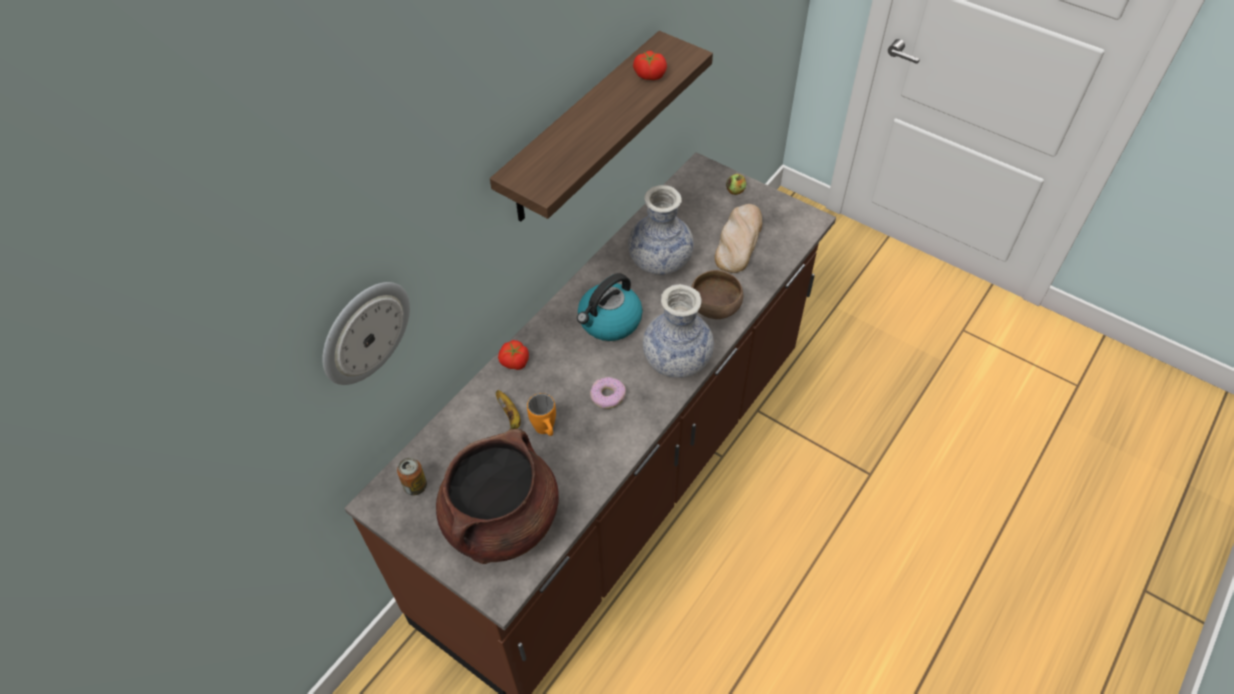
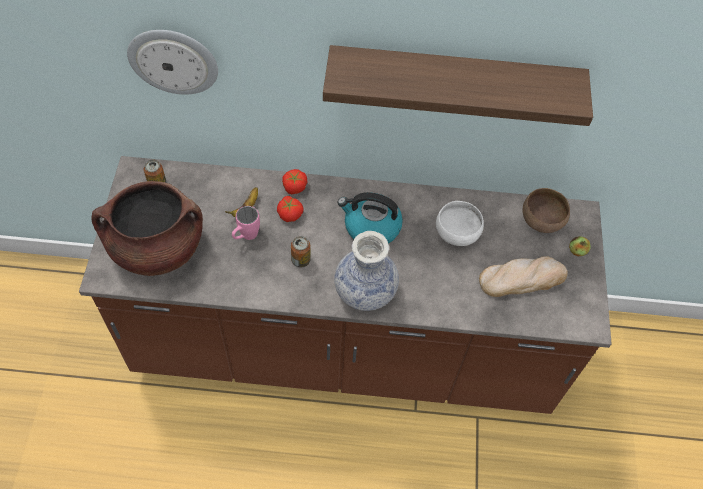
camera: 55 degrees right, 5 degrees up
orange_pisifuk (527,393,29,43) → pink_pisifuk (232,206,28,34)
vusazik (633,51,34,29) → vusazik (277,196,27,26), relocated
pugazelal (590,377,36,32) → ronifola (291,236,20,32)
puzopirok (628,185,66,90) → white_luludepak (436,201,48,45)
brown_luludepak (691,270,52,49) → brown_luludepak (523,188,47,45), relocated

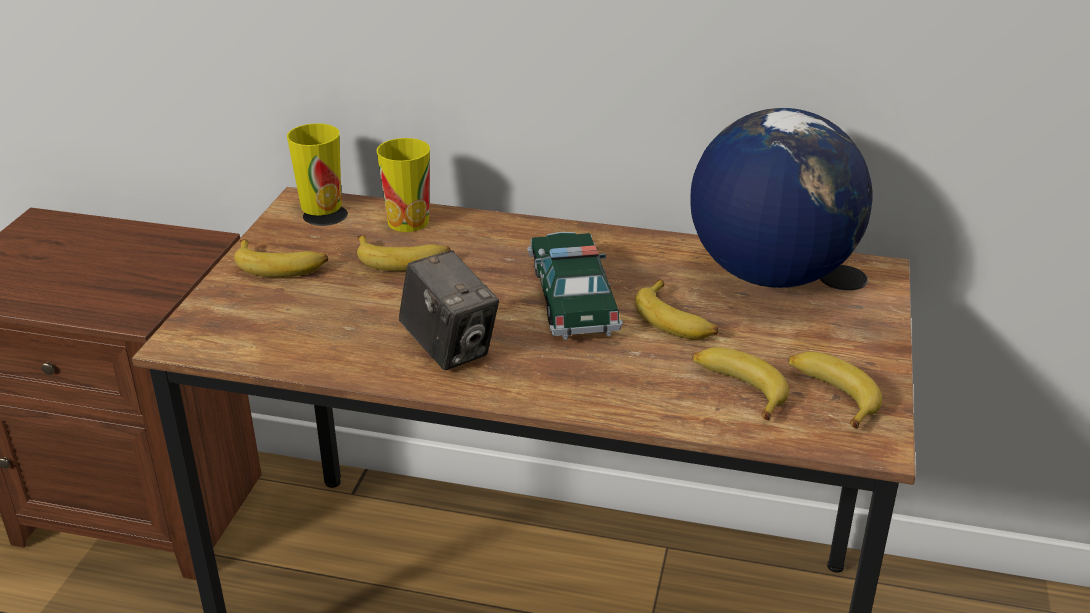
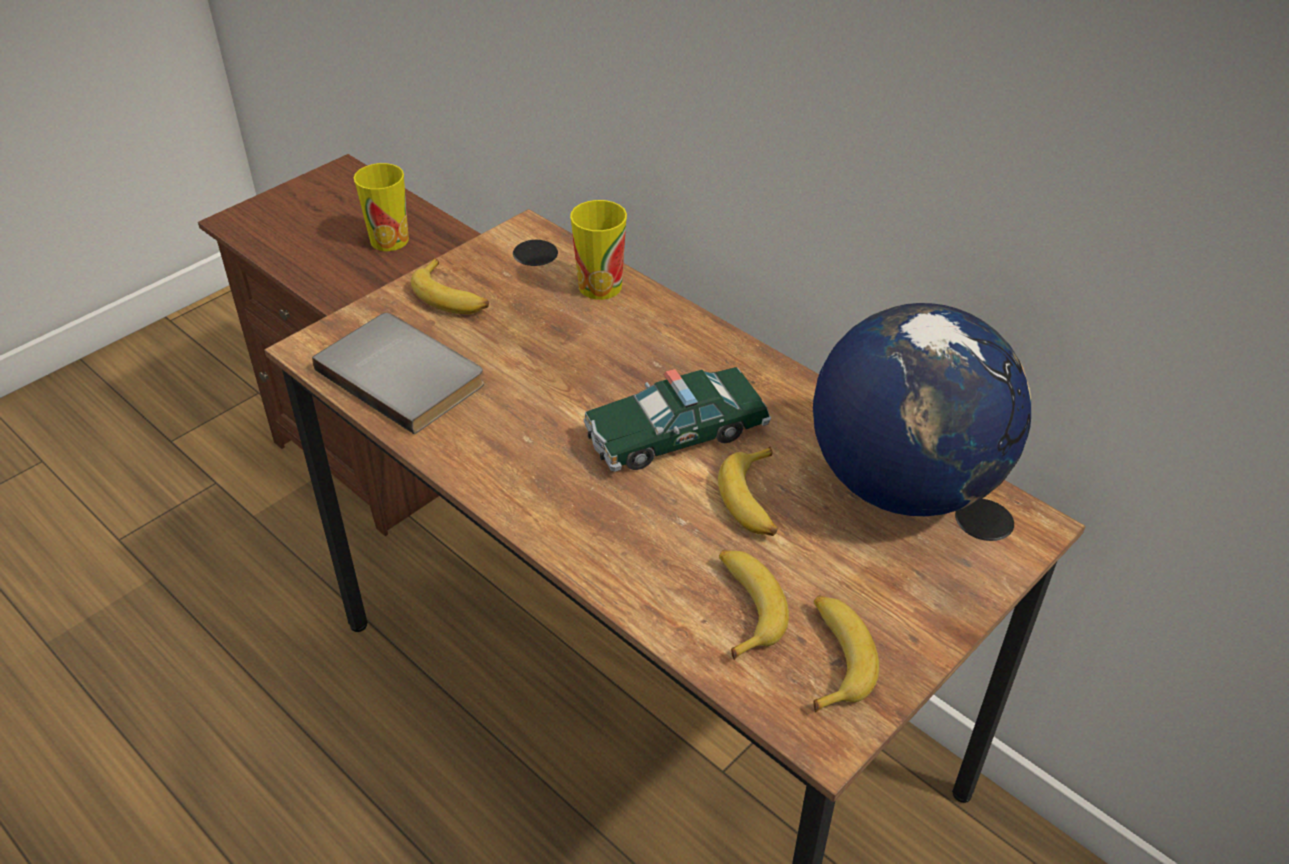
camera: 30 degrees right, 10 degrees up
- → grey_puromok (312,313,172,121)
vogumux (287,123,55,93) → vogumux (354,163,55,88), relocated
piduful (527,232,96,108) → piduful (584,367,187,105), 135 degrees counterclockwise
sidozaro (357,235,94,36) → -
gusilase (399,250,100,120) → -

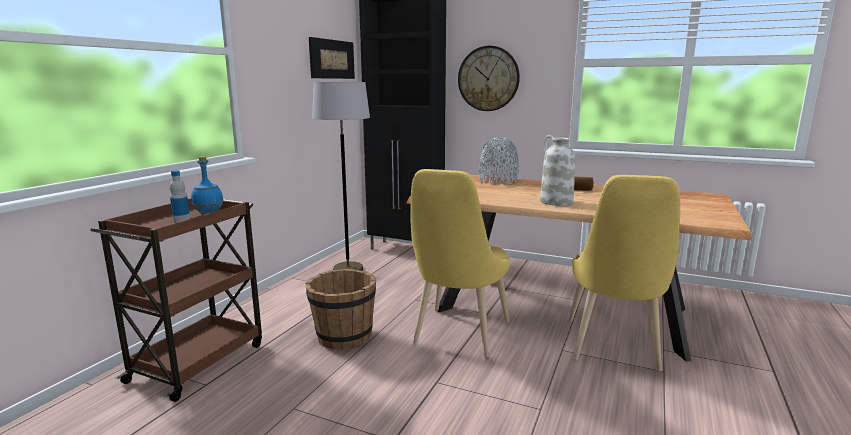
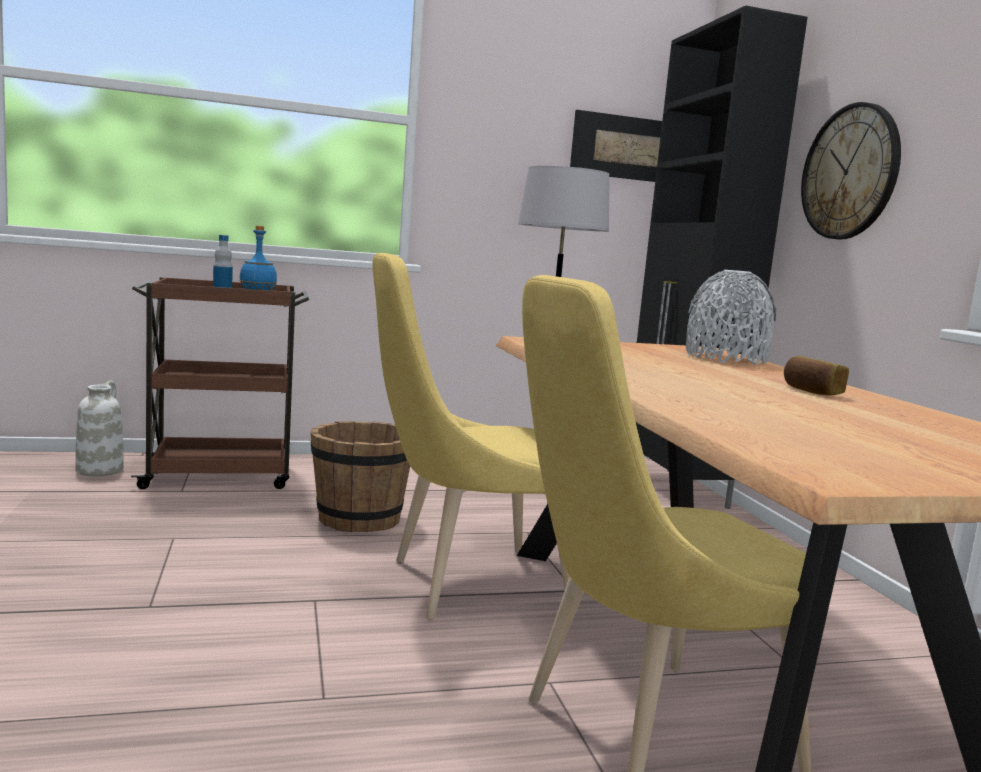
camera: 50 degrees right, 5 degrees down
white_puzopirok (540,135,35,71) → white_puzopirok (75,380,49,97), relocated

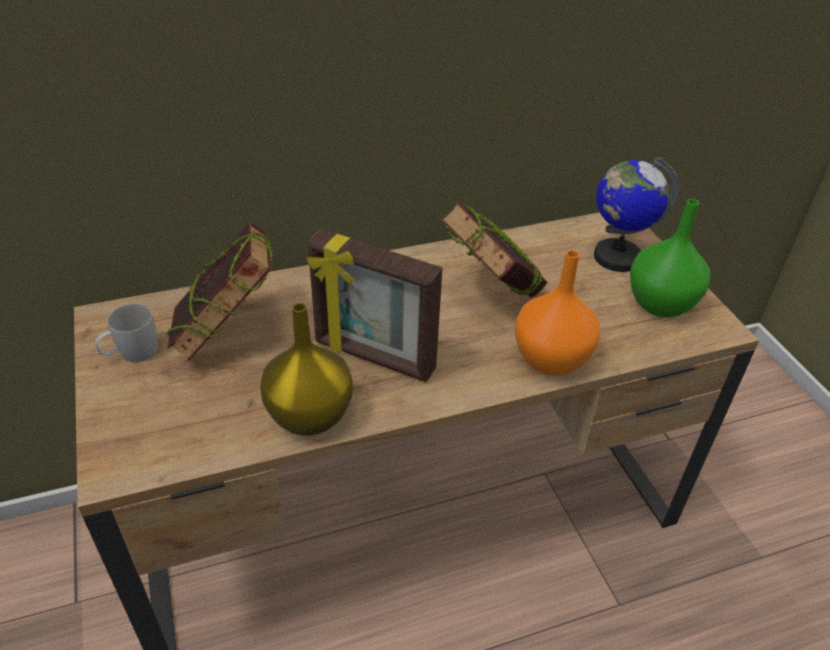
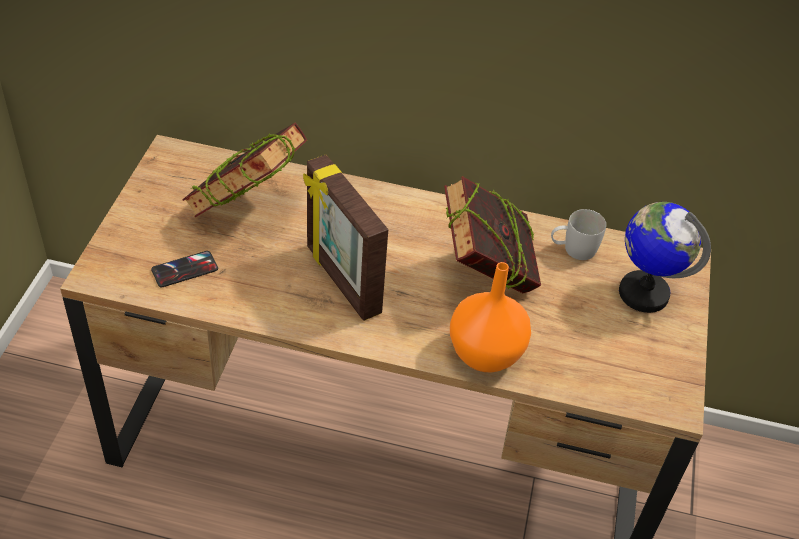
camera: 30 degrees right, 5 degrees up
- → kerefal (151,251,67,36)
white_pisifuk (95,304,63,58) → white_pisifuk (551,209,55,51), relocated
yellow_puzopirok (260,303,93,133) → -
green_puzopirok (630,199,80,119) → -

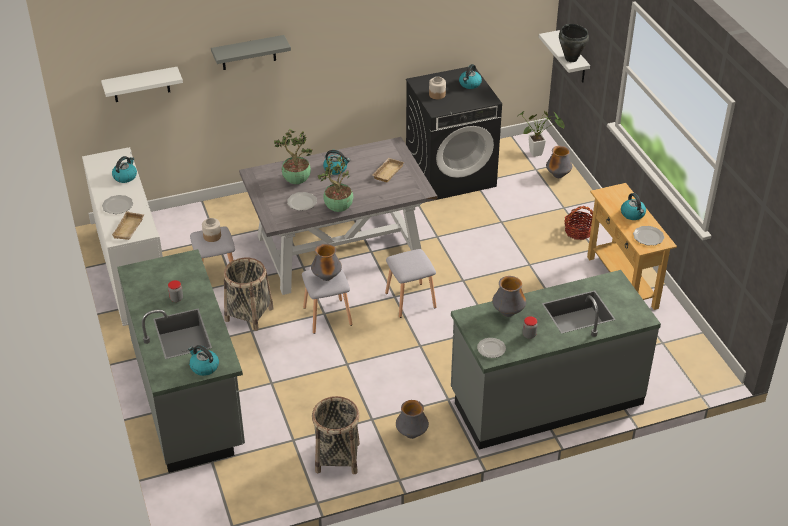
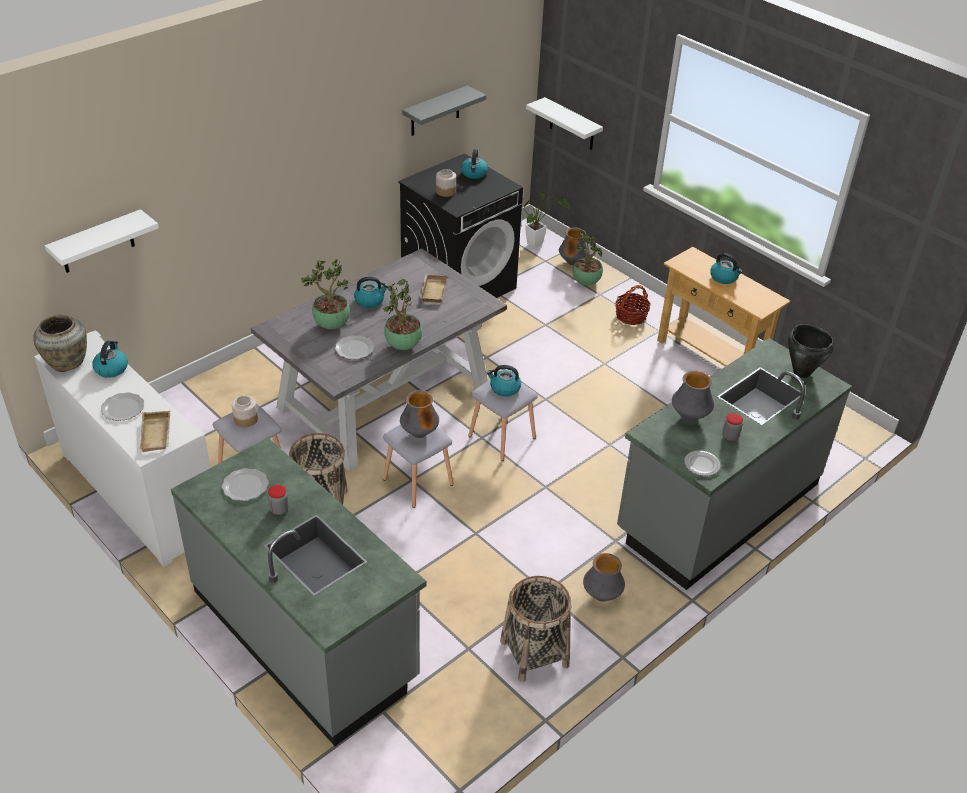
camera: 25 degrees left, 0 degrees up
- → beige_puzopirok (33,315,54,57)
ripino (633,226,31,20) → ripino (222,468,46,33), relocated
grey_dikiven (211,35,80,35) → grey_dikiven (402,85,84,51), relocated
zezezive (188,345,31,31) → zezezive (486,365,35,32), relocated
- → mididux (573,231,30,55)
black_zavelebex (559,24,30,38) → black_zavelebex (788,324,46,54), relocated

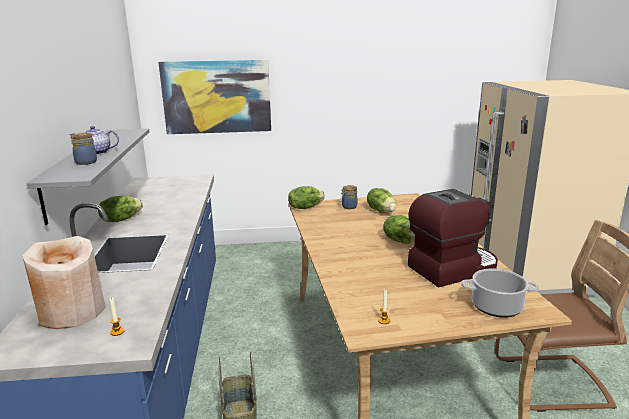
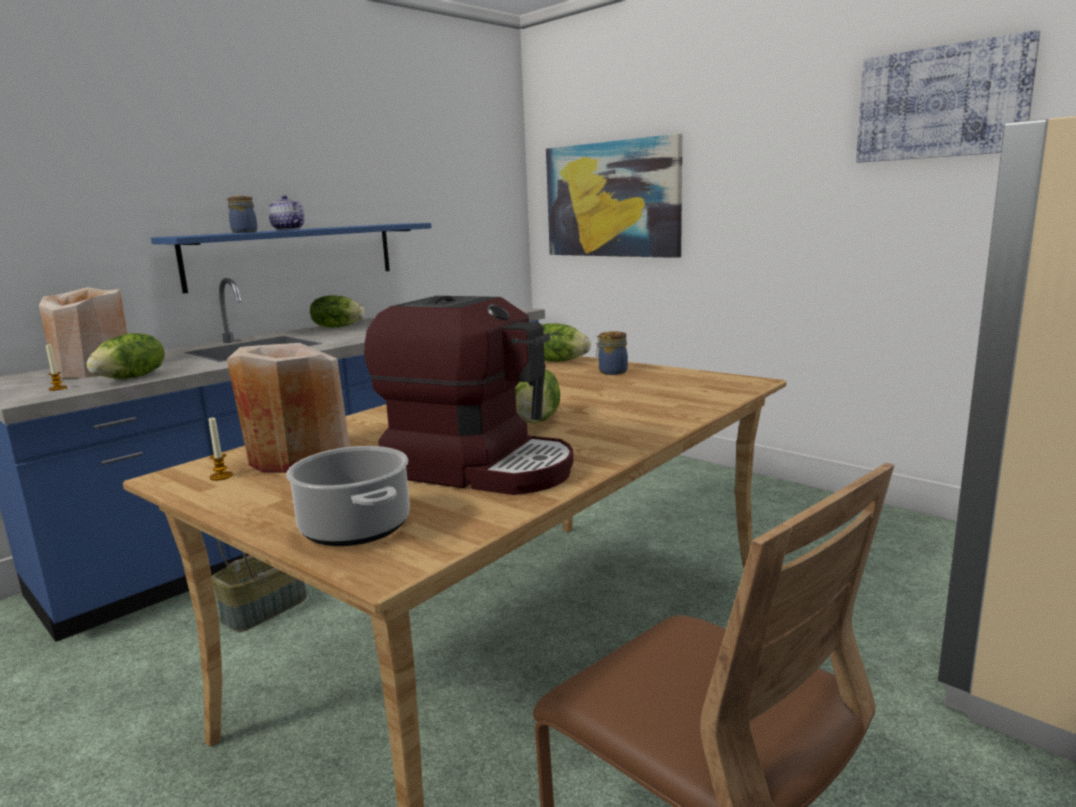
camera: 50 degrees right, 5 degrees down
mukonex (367,188,29,25) → mukonex (87,333,78,46), relocated
grey_dikiven (27,129,122,96) → blue_dikiven (151,223,280,71)
- → beige_puzopirok (227,343,123,130)
- → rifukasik (856,30,184,133)

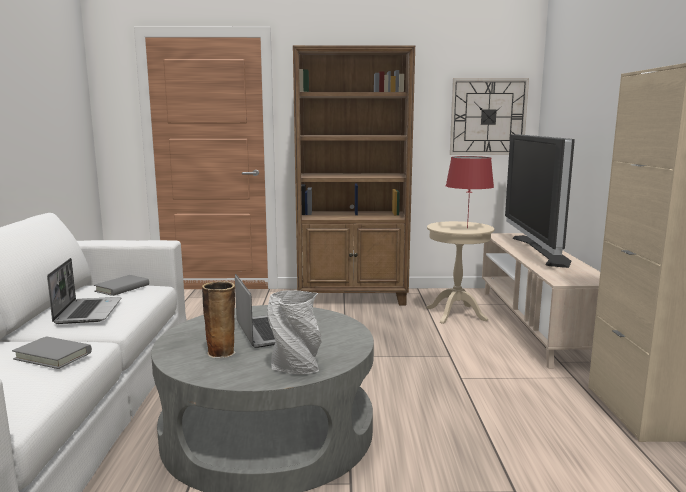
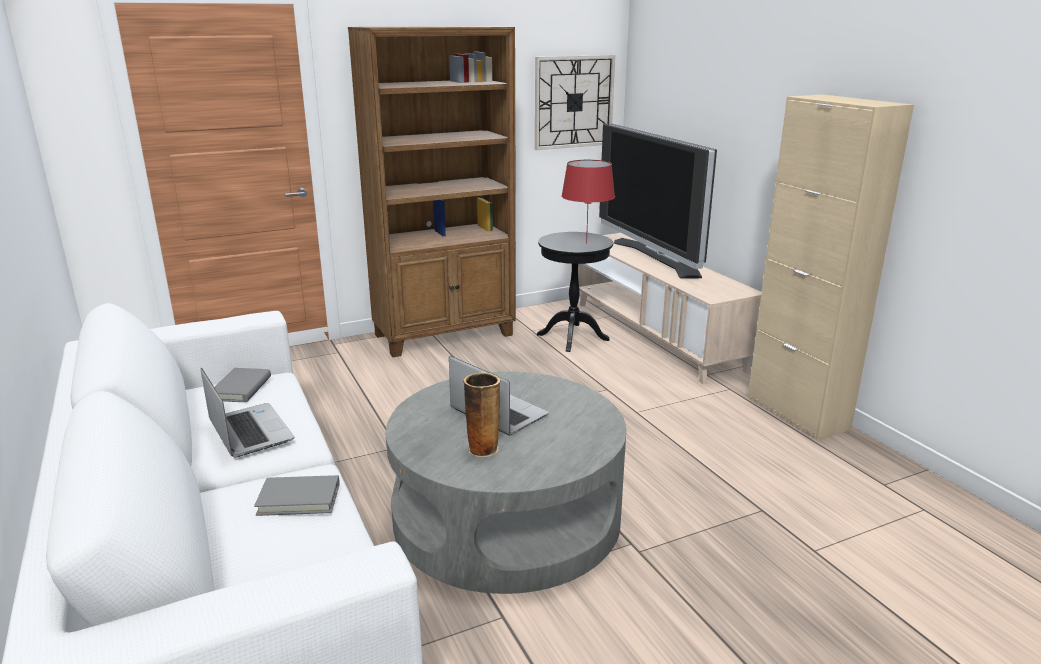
camera: 25 degrees left, 10 degrees up
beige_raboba (426,221,68,103) → black_raboba (537,232,76,120)
grey_puzopirok (267,290,54,85) → -

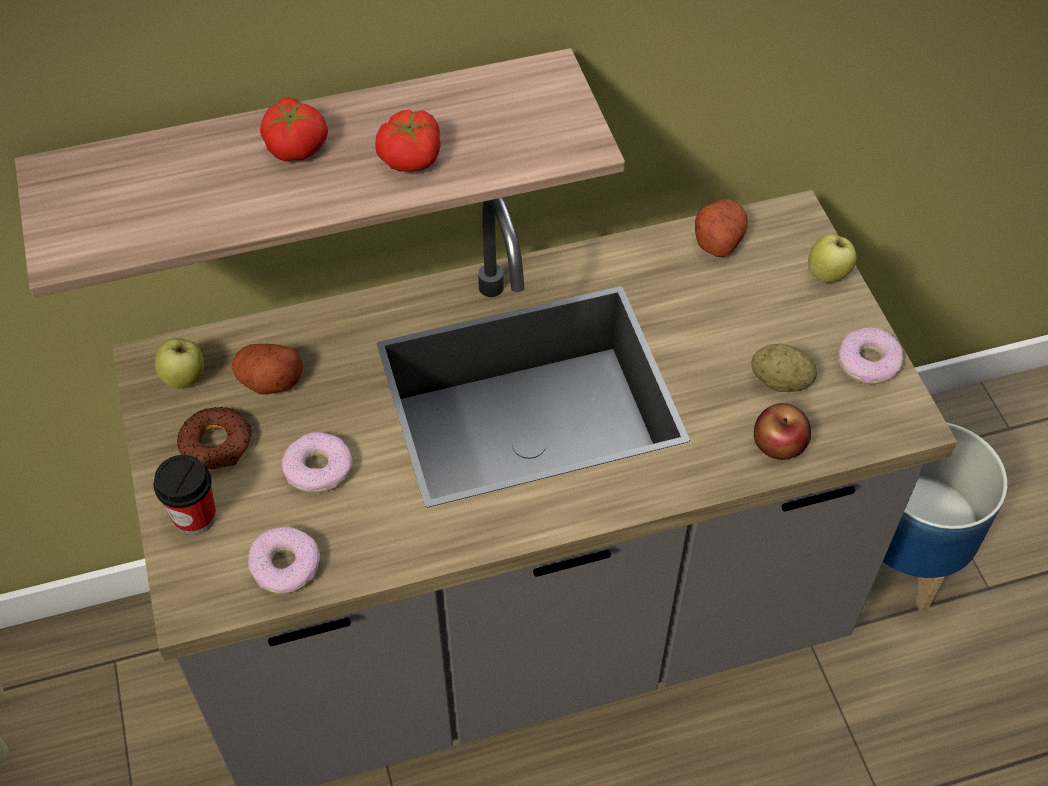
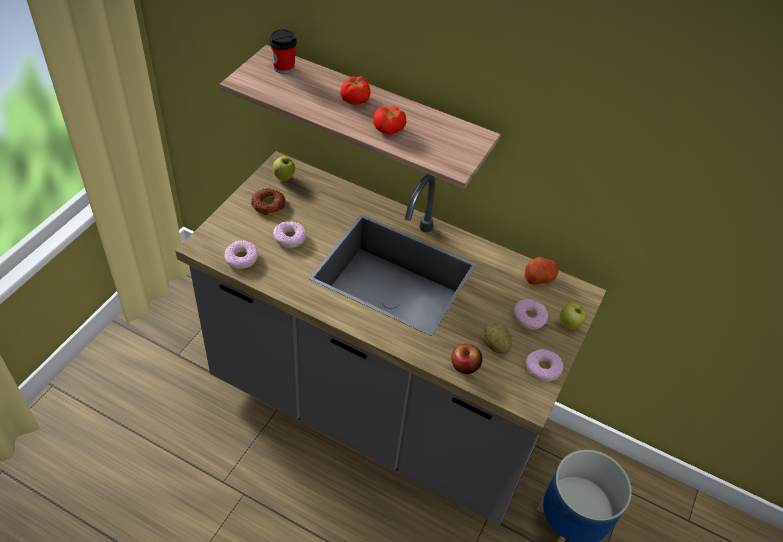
camera: 40 degrees right, 5 degrees down
vogumux (153,455,63,80) → vogumux (269,29,28,45), relocated
- → pugazelal (514,299,34,31)
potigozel (231,344,72,51) → -

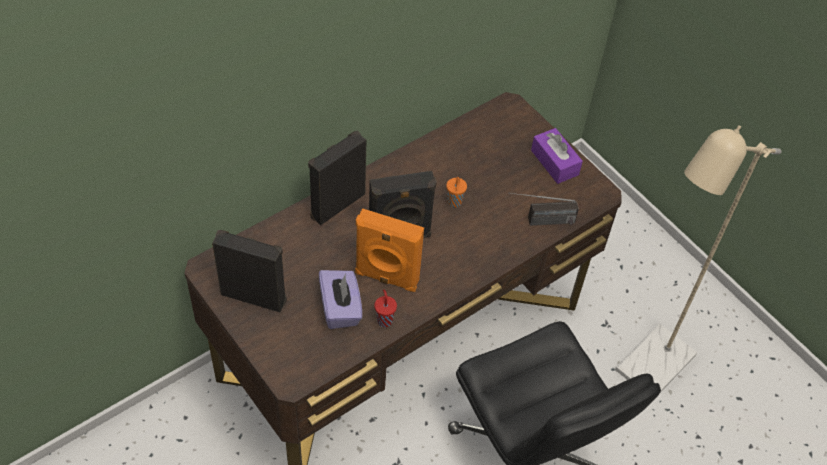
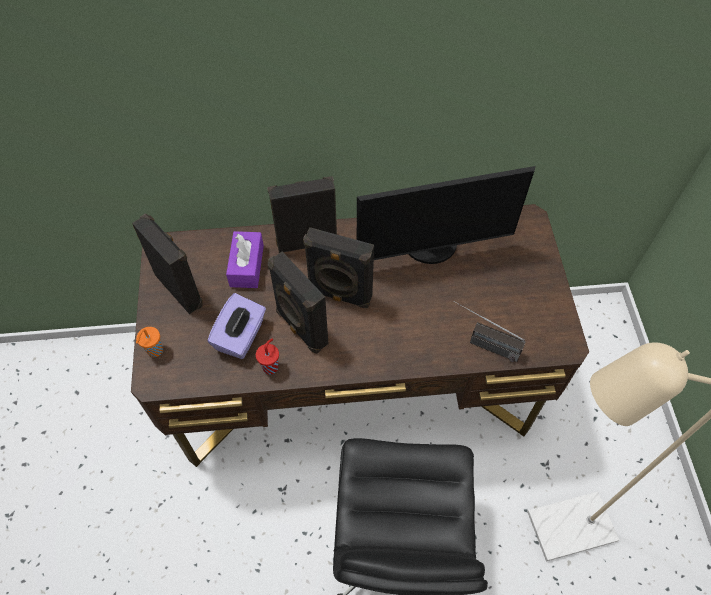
camera: 35 degrees right, 5 degrees up
orange_vogumux (446,177,21,31) → orange_vogumux (136,327,27,30), relocated
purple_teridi (531,128,52,56) → purple_teridi (226,231,38,57), relocated
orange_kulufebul (355,208,69,84) → black_kulufebul (268,251,60,103)
- → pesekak (357,166,179,98)

